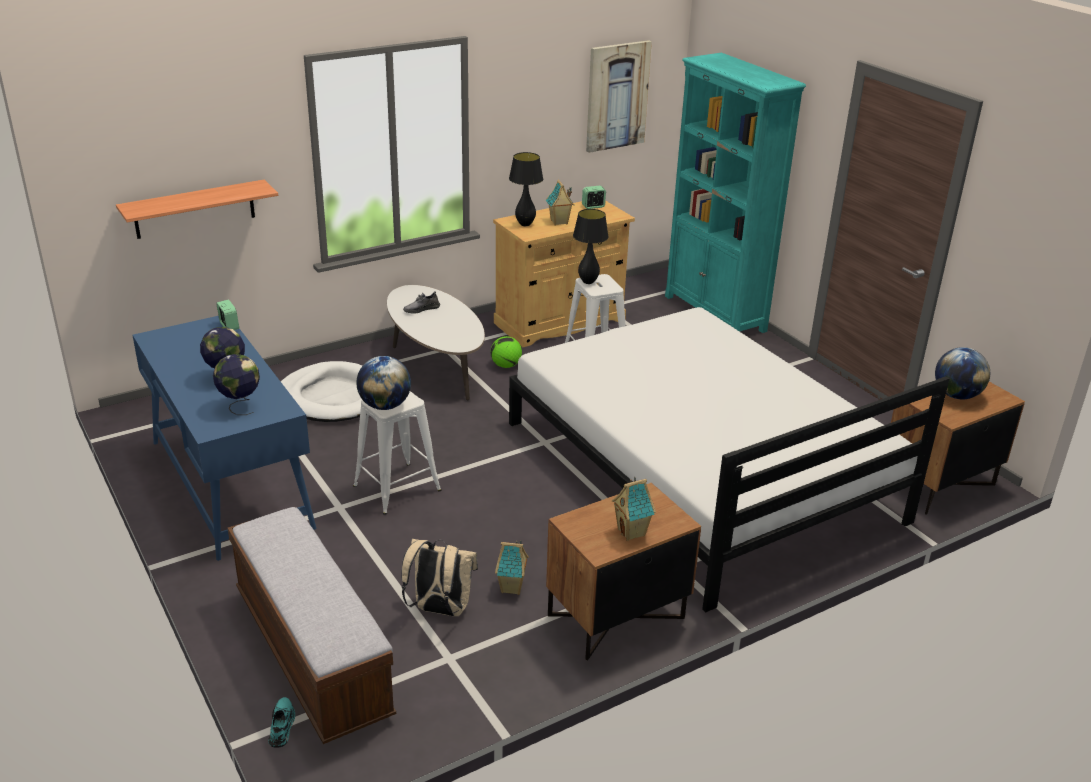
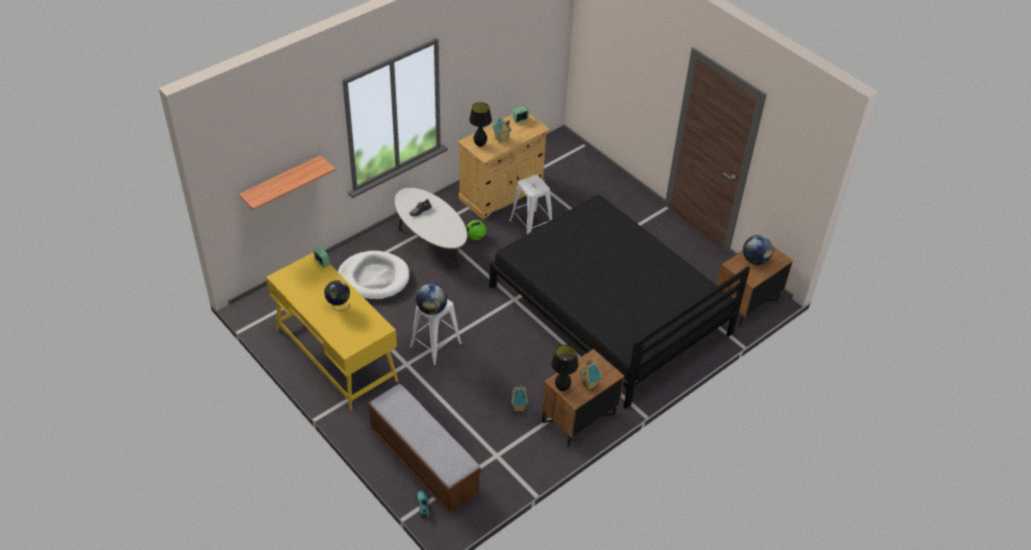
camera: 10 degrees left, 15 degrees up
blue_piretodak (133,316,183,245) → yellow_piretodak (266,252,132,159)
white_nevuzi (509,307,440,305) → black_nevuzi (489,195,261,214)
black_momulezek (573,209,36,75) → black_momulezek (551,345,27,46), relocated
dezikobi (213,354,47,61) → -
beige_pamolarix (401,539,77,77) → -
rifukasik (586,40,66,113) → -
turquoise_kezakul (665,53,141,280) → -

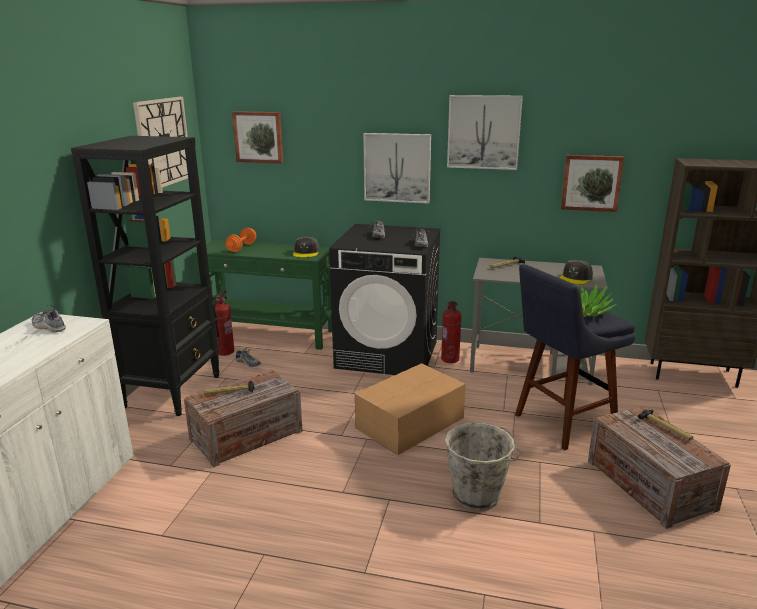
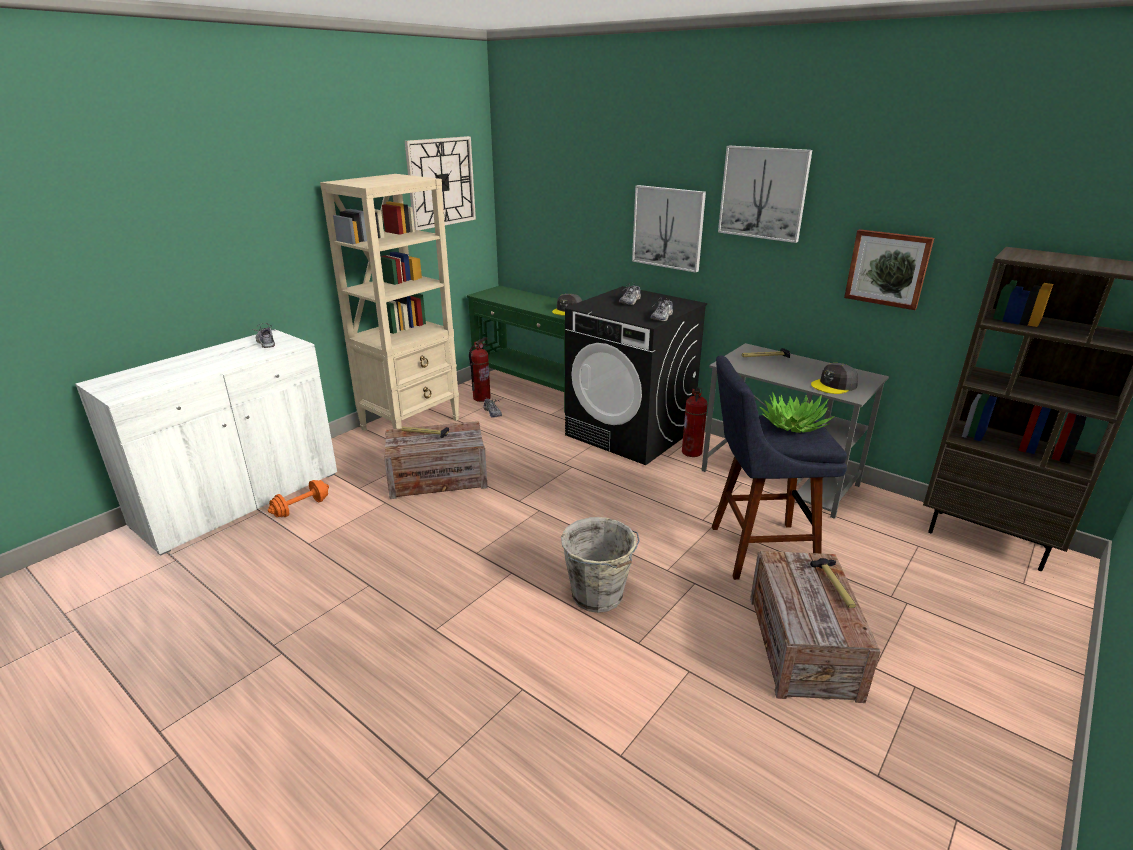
camera: 25 degrees right, 5 degrees up
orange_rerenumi (225,228,31,24) → orange_rerenumi (268,480,61,37), relocated
black_kezakul (71,136,149,280) → beige_kezakul (320,174,139,257)
rifukasik (232,111,51,52) → -
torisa (355,363,111,92) → -

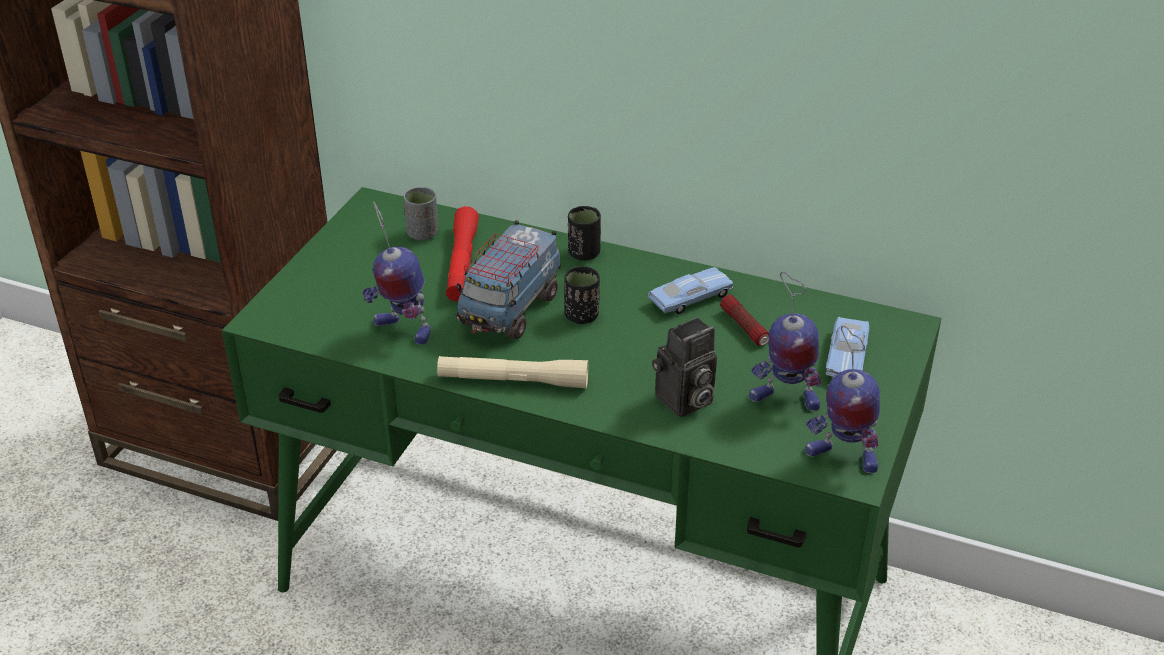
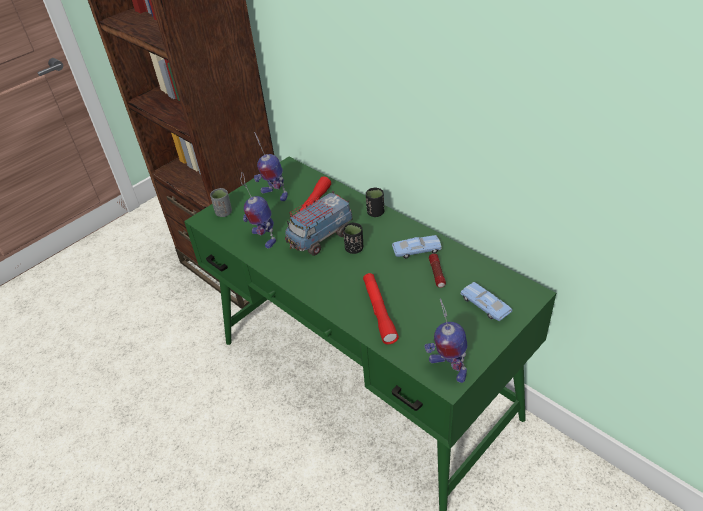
camera: 25 degrees right, 5 degrees up
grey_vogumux (404,187,34,54) → grey_vogumux (210,188,22,29), relocated
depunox (749,272,72,139) → depunox (254,132,34,69), relocated
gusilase (652,317,65,100) → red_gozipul (363,273,36,71)
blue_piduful (826,317,43,60) → blue_piduful (461,282,51,39), 105 degrees clockwise
beige_gozipul (437,356,151,32) → -

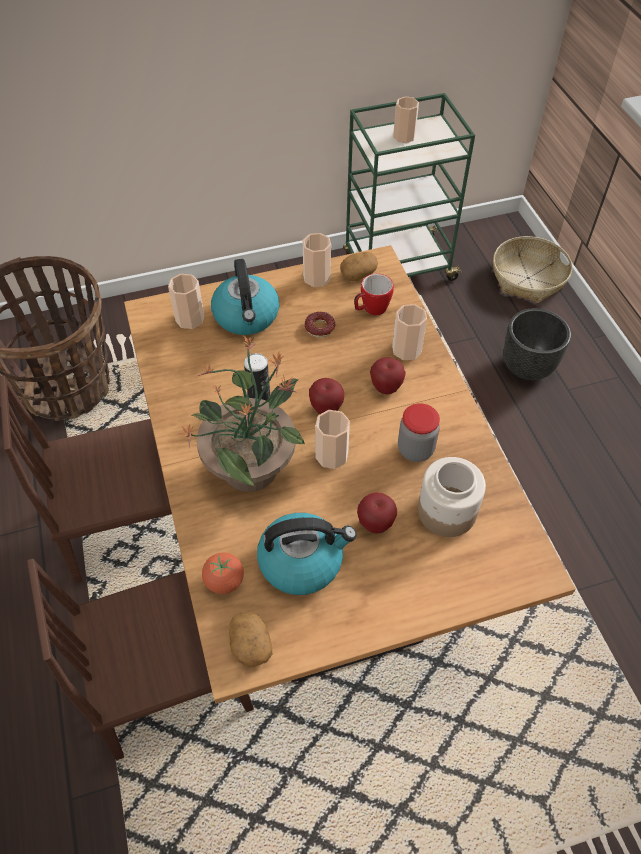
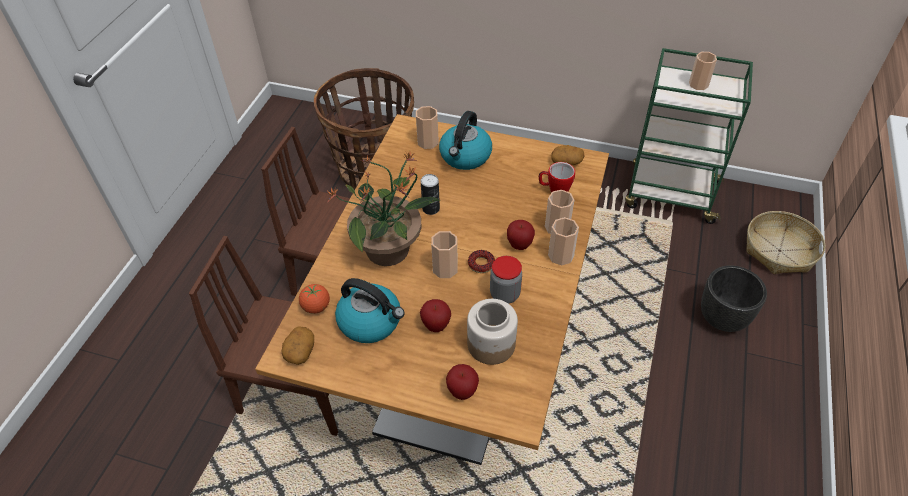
camera: 35 degrees right, 5 degrees down
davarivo (309,378,35,36) → davarivo (446,364,33,36), relocated
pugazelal (305,312,30,25) → pugazelal (468,250,27,23), relocated
vogumux (303,233,28,54) → vogumux (548,217,31,48), relocated

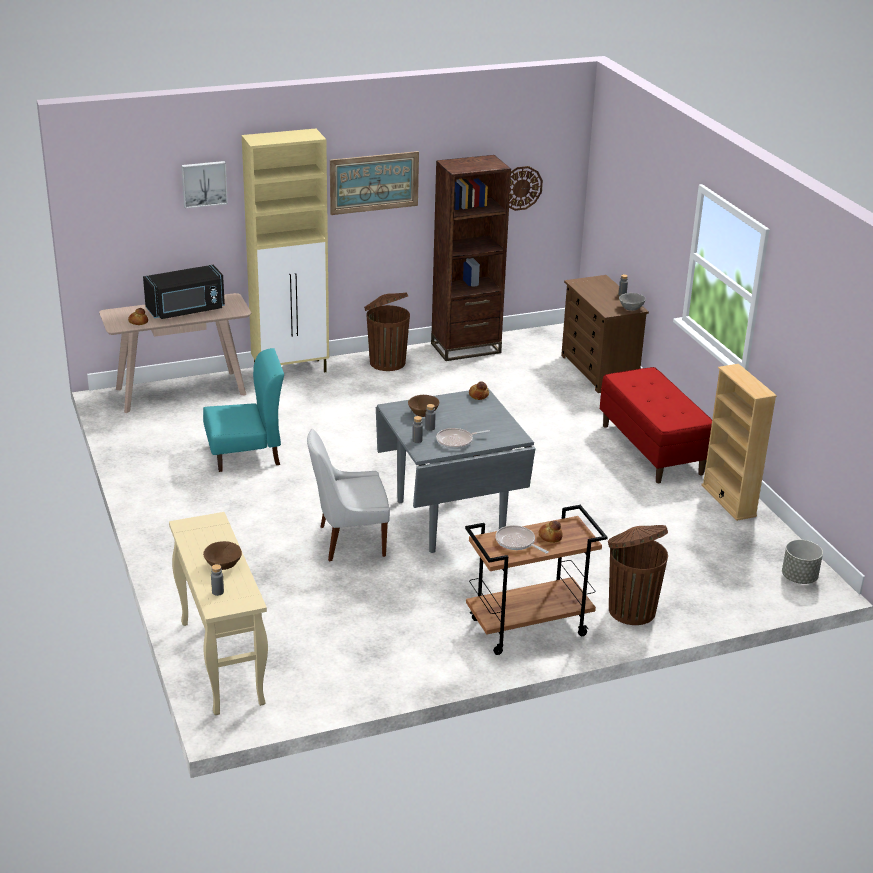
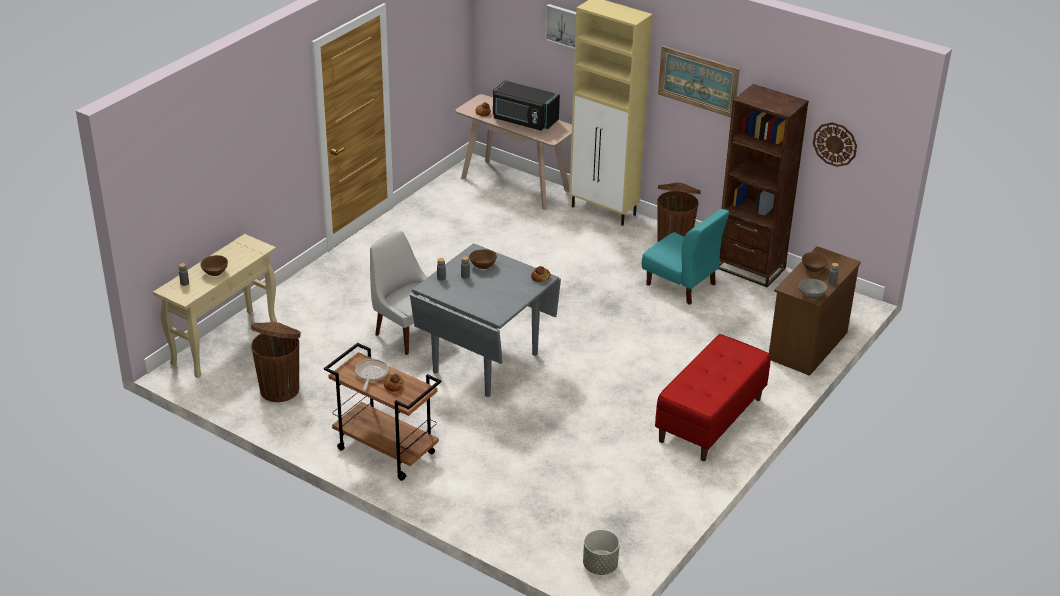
camera: 55 degrees right, 5 degrees up
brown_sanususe (608,525,60,100) → brown_sanususe (251,322,50,80), relocated
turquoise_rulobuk (203,348,81,124) → turquoise_rulobuk (642,209,87,96), relocated
- → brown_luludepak (802,252,27,20)
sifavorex (436,428,54,21) → -
beige_kezakul (701,364,76,157) → -

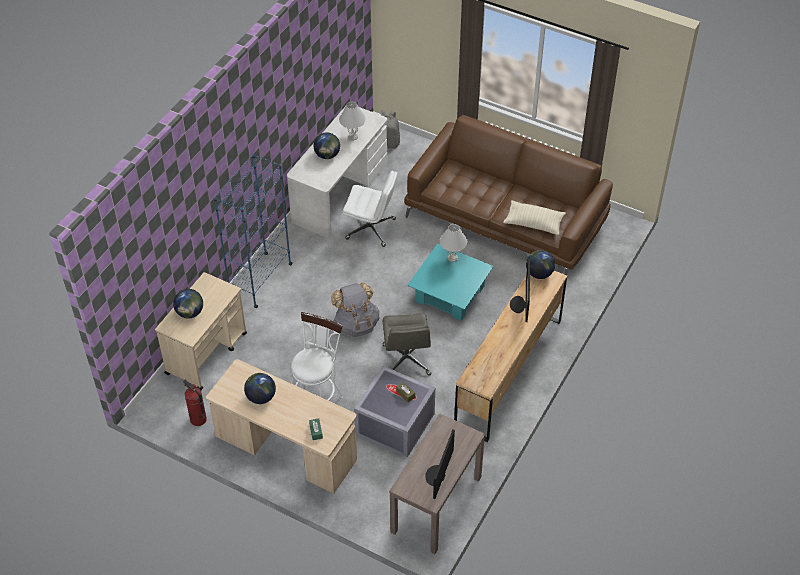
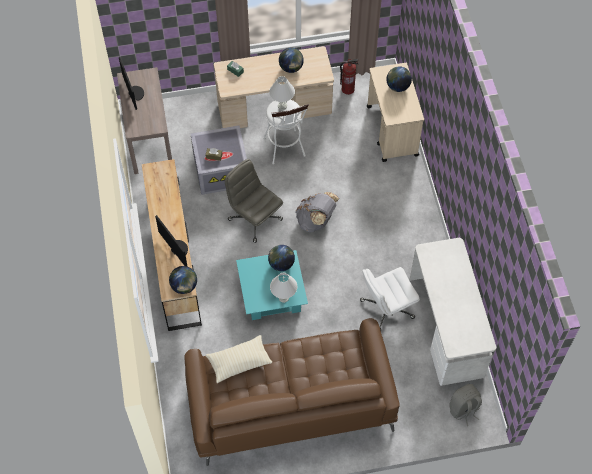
camera: 140 degrees right, 10 degrees up
dezikobi (314,132,26,27) → dezikobi (268,245,27,26), relocated
white_momulezek (339,102,27,39) → white_momulezek (269,76,26,34), relocated
blue_kezakul (214,154,79,154) → -

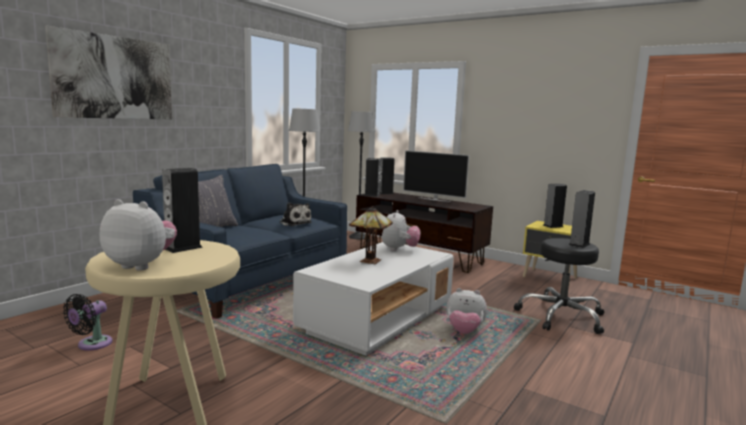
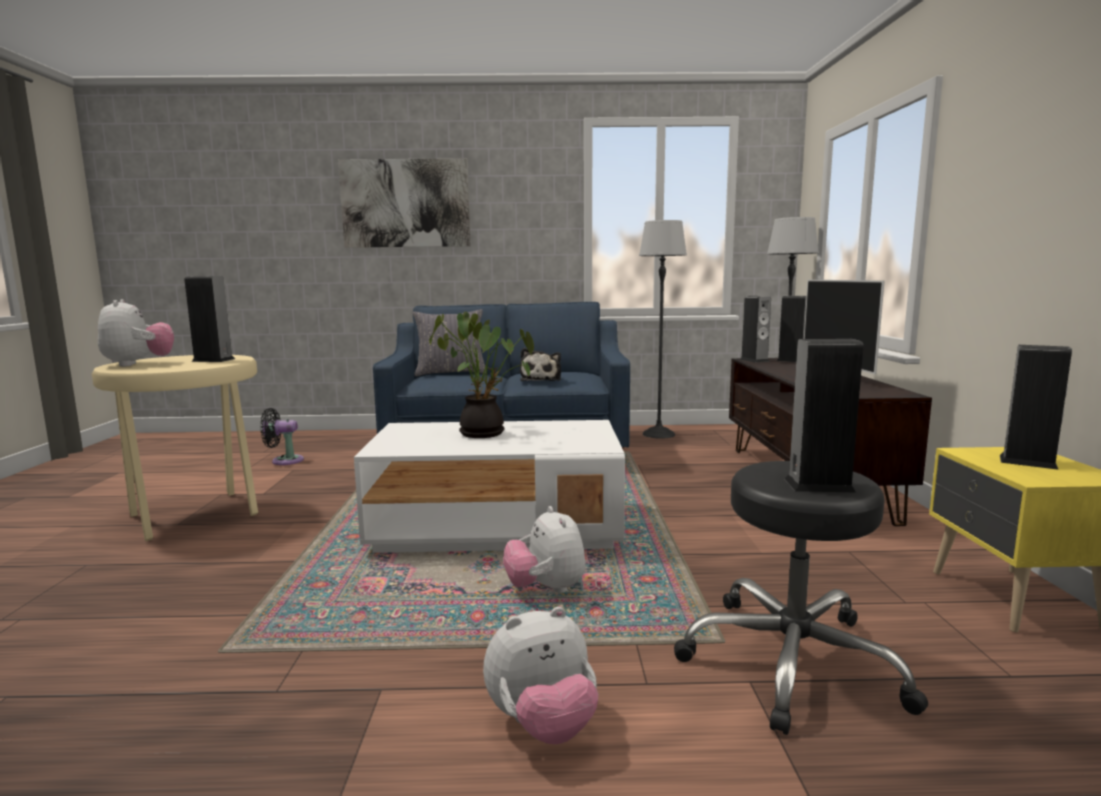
camera: 55 degrees right, 0 degrees up
momulezek (349,206,44,58) → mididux (429,312,105,126)
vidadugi (382,210,38,41) → vidadugi (483,607,115,137), relocated

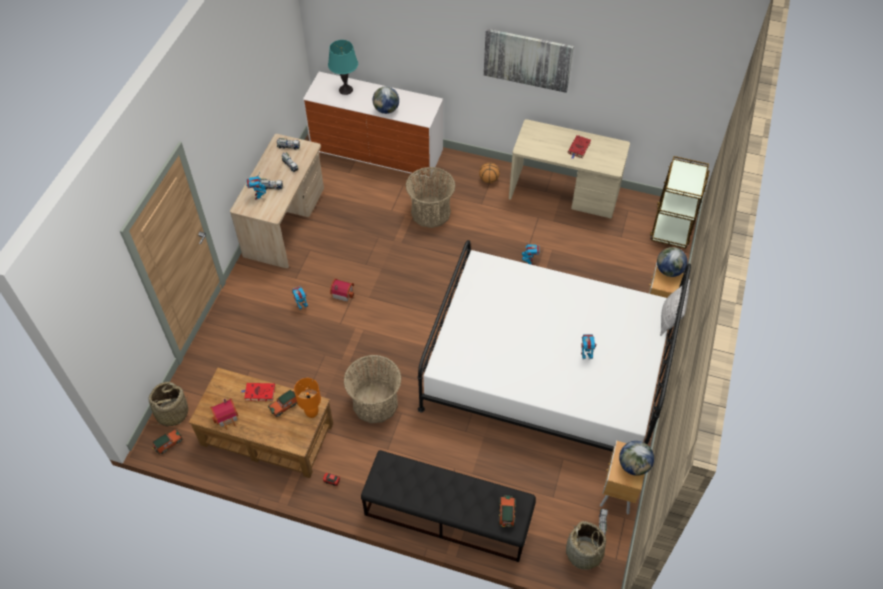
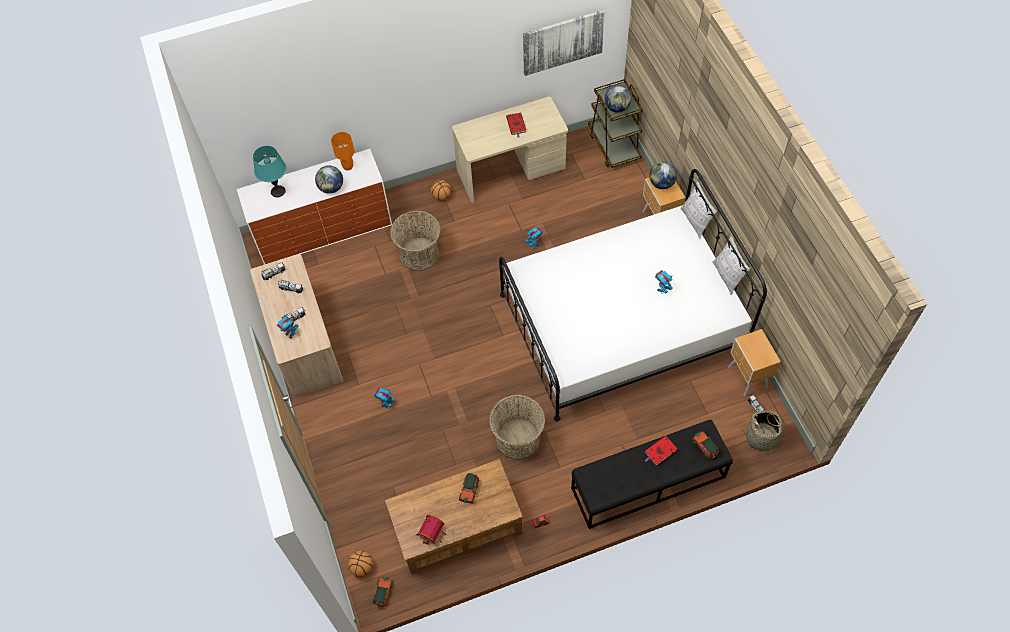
camera: 35 degrees left, 5 degrees up
orange_momulezek (294,378,27,40) → orange_momulezek (331,132,23,38), relocated
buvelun (149,382,39,45) → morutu (348,551,25,26)
rifukasik (484,29,90,64) → rifukasik (523,10,82,66), relocated
dezikobi (619,441,35,35) → dezikobi (605,85,26,28), relocated
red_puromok (241,383,34,18) → red_puromok (644,436,34,30), relocated
- → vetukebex (712,236,38,59)
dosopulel (330,279,24,23) → -

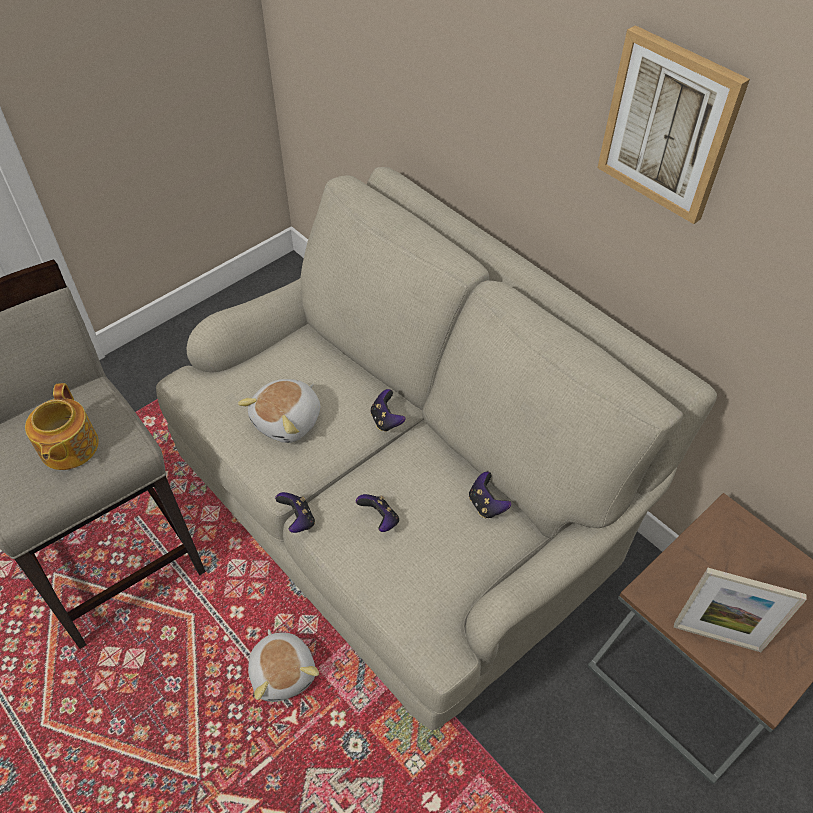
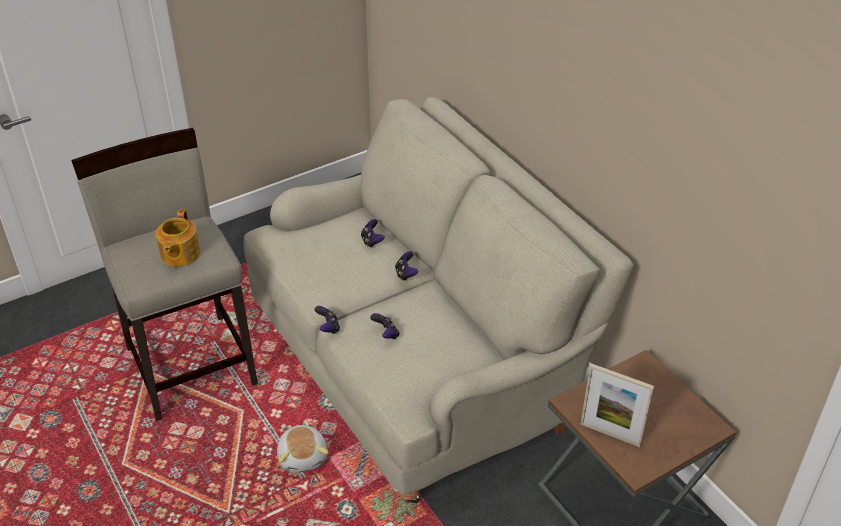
camera: 10 degrees right, 10 degrees down
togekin (469,472,42,46) → togekin (361,219,24,29), relocated
vidadugi (238,379,82,64) → -
rifukasik (597,25,153,199) → -

